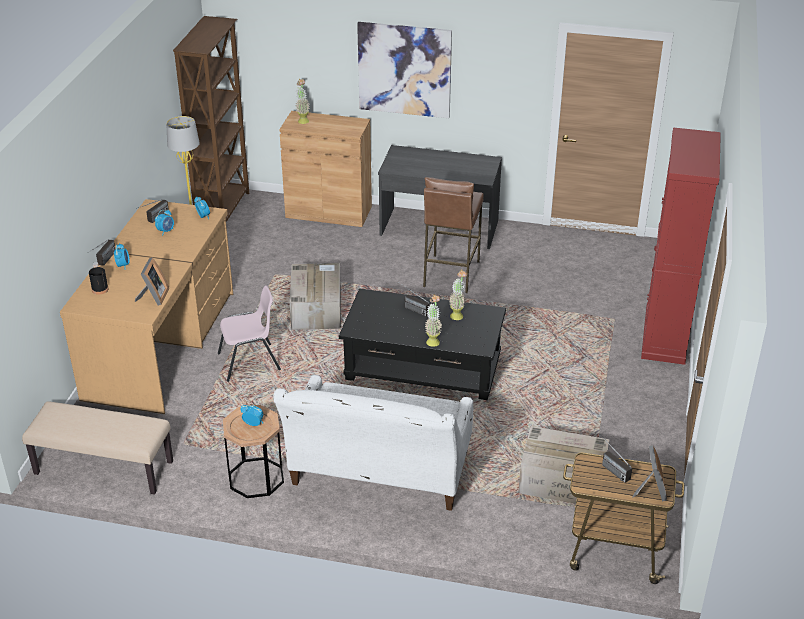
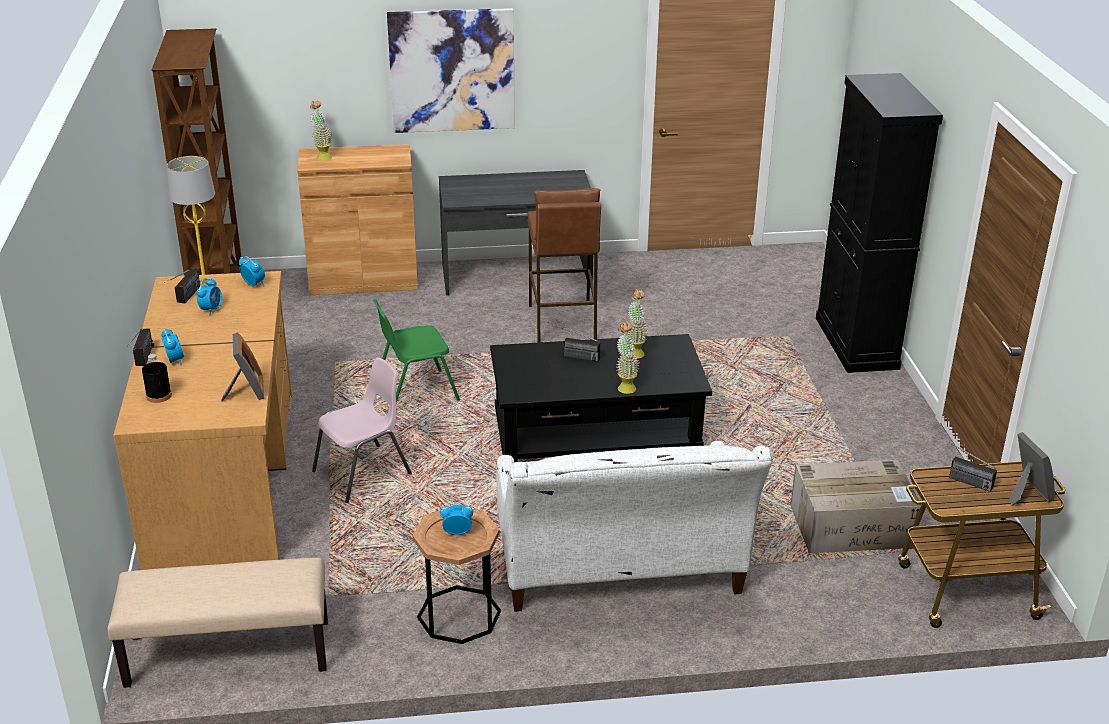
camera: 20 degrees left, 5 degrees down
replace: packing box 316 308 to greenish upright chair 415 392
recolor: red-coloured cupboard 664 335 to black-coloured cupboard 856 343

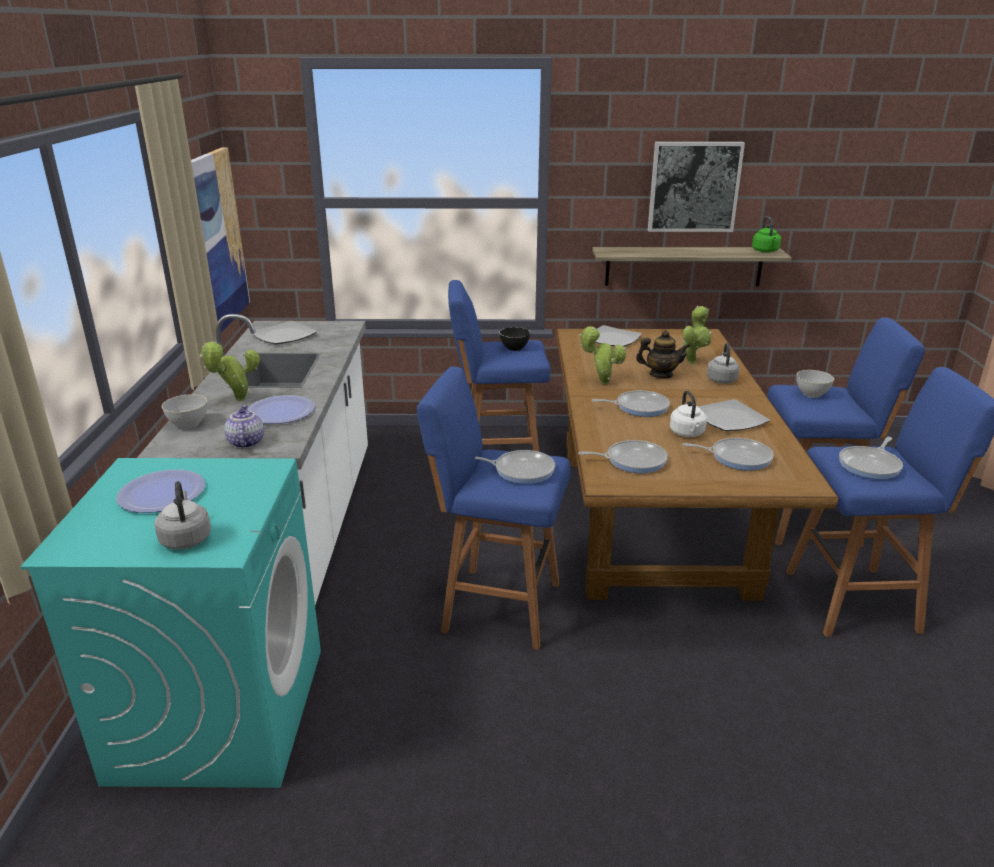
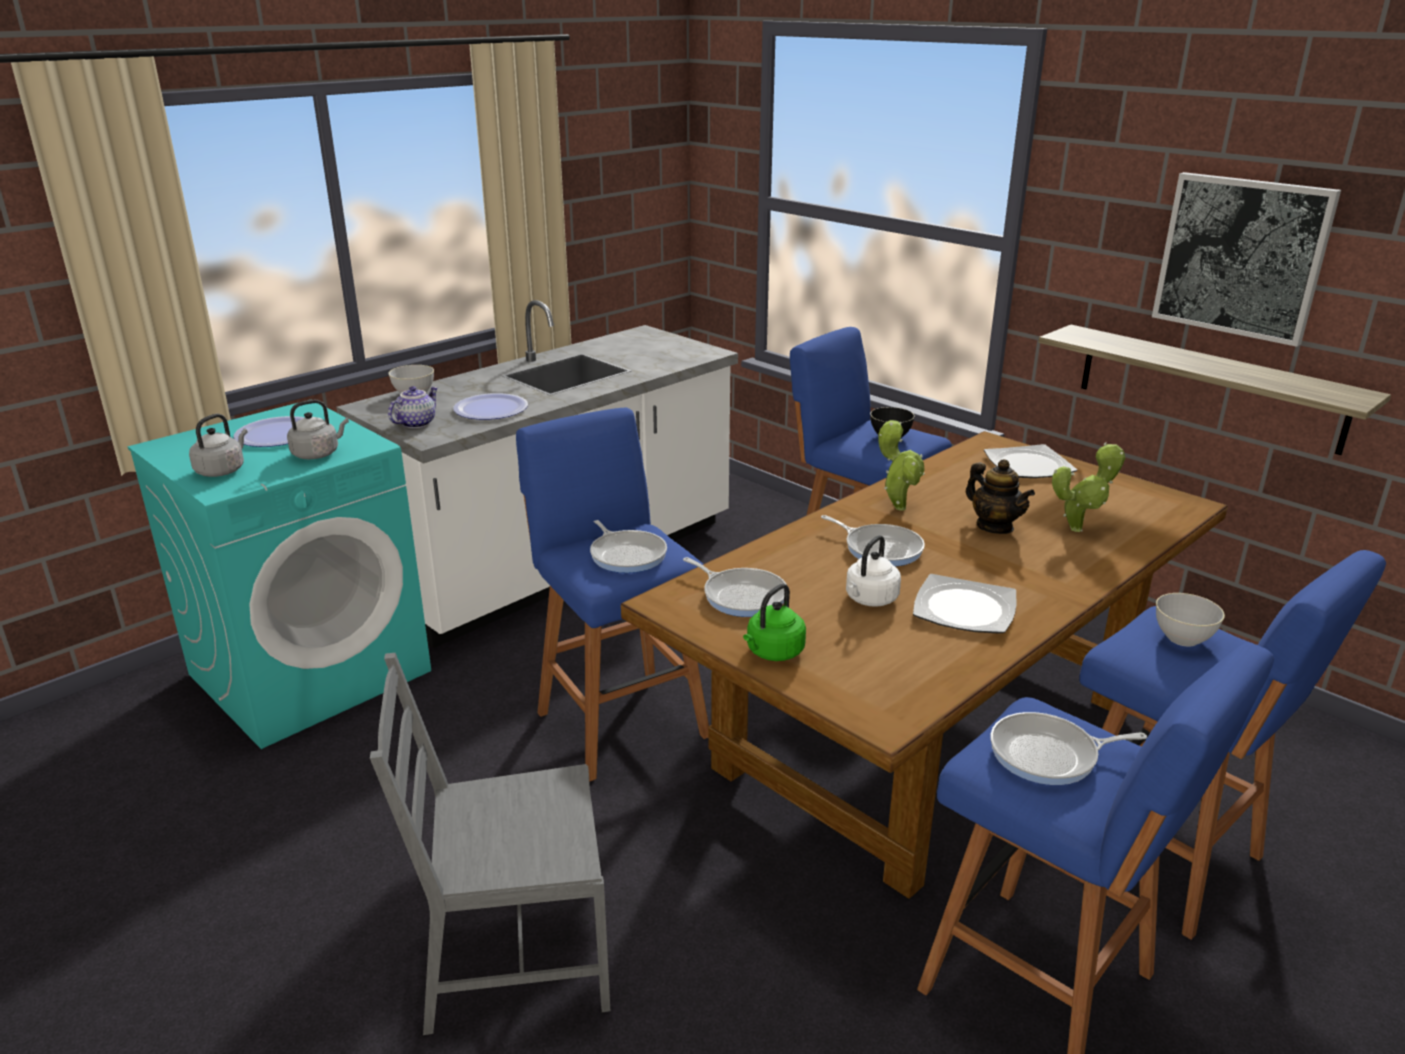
camera: 45 degrees right, 0 degrees up
delete: wall picture 216 240; houseplant 237 400; plate 284 336; frying pan 737 457
insert: greyish upright chair 513 957
move: greyish water kettle 721 379 to 318 454; greenish water kettle 765 251 to 773 652

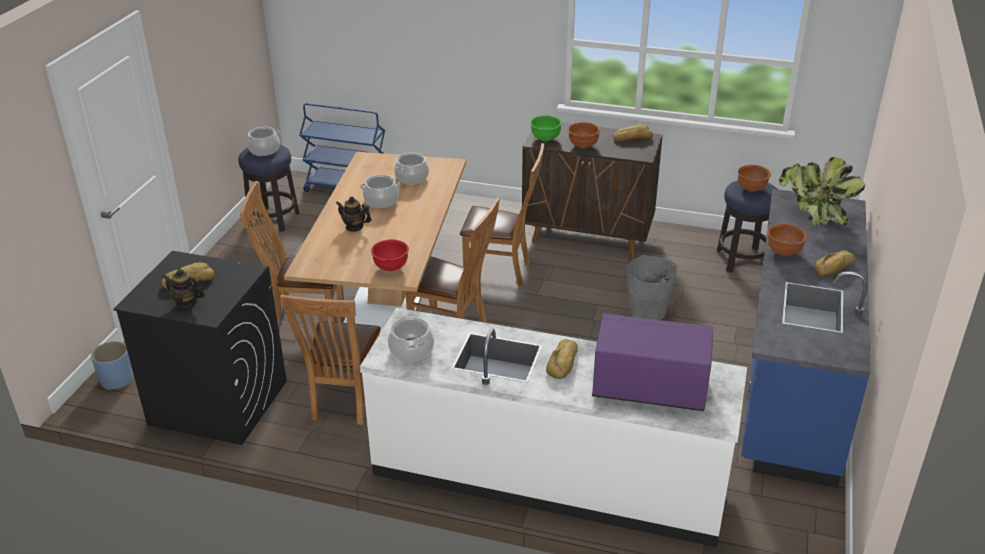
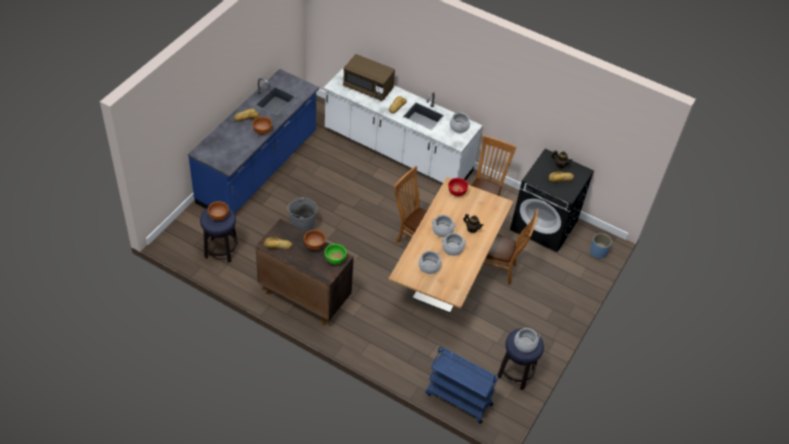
camera: 170 degrees left, 15 degrees up
delete: brown upright chair 502 271; houseplant 813 217
insert: saucepot 442 230
recolor: purplish kitchen microwave 649 388 to brown kitchen microwave 368 88

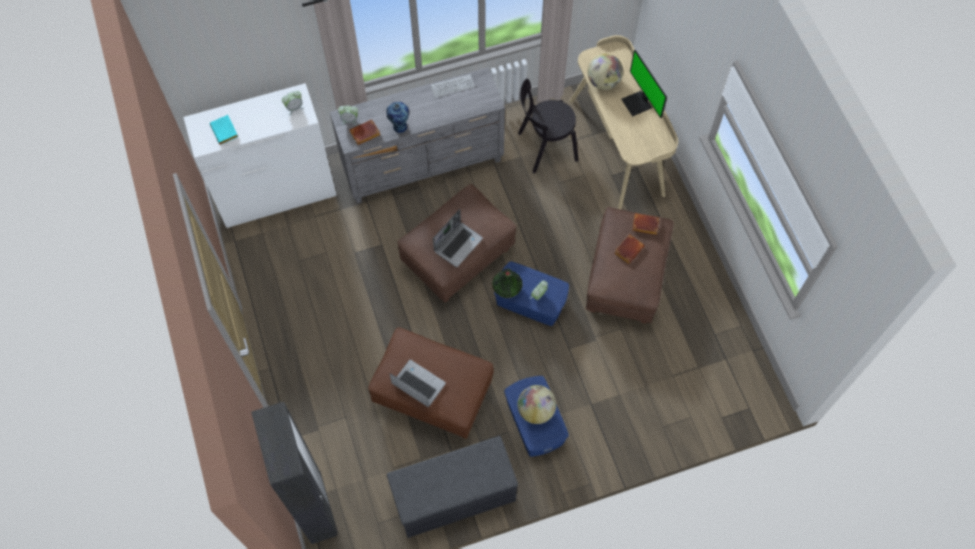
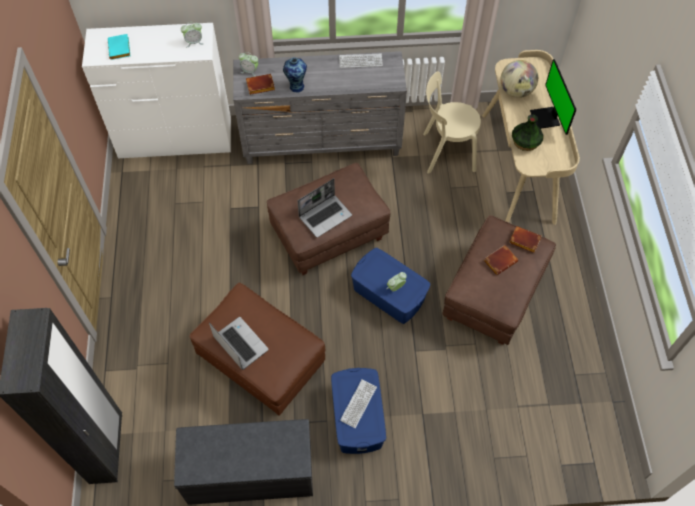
camera: 15 degrees right, 5 degrees down
move: vase 507 288 to 525 143
replace: globe 536 410 to PC keyboard 358 404
recolor: black-coloured upright chair 544 147 to beige upright chair 445 152

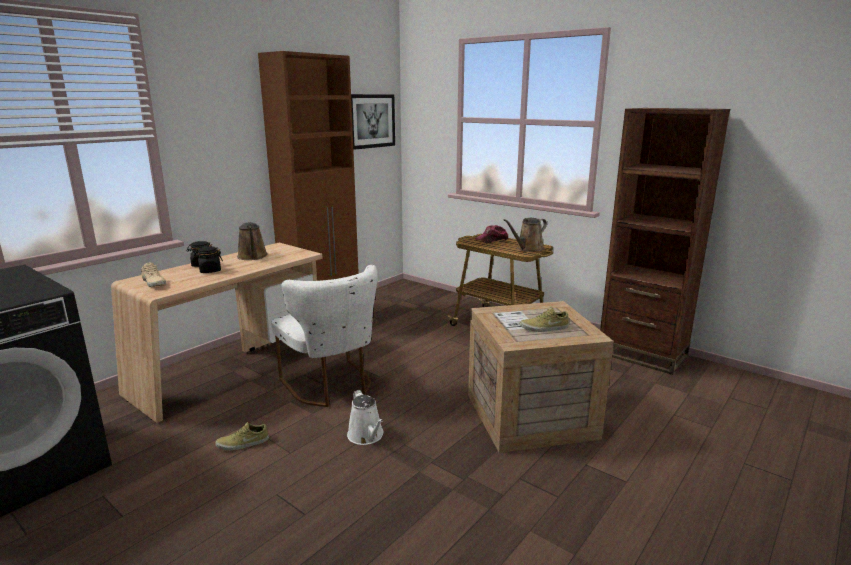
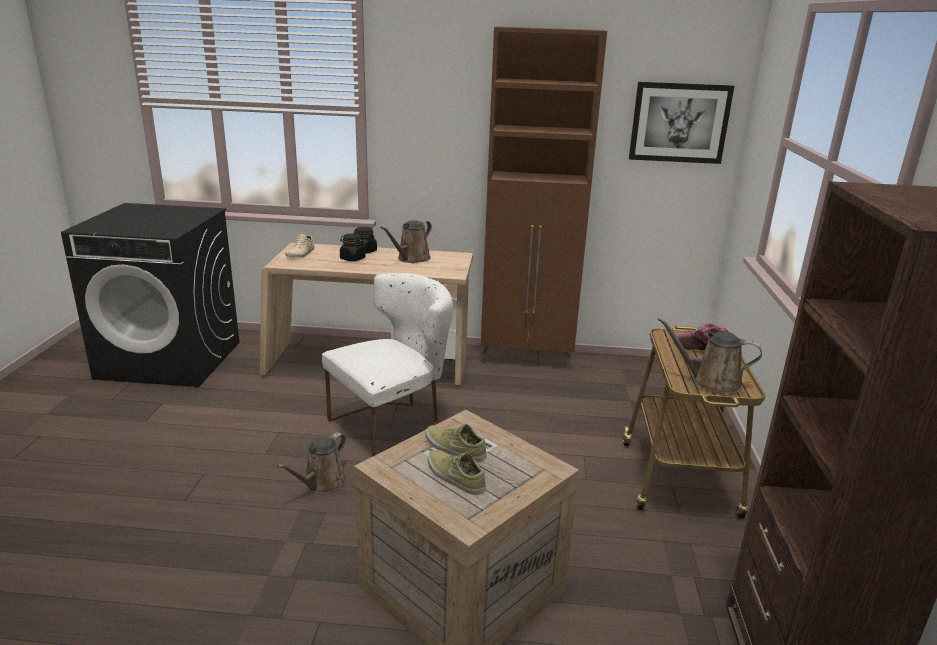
camera: 55 degrees right, 5 degrees up
move: beige item of footwear 243 443 to 454 448
recolor: white-coloured watering pot 367 436 to brown watering pot 322 483
rotate: white-coloured upright chair 332 386 = 393 425 150 degrees counterclockwise

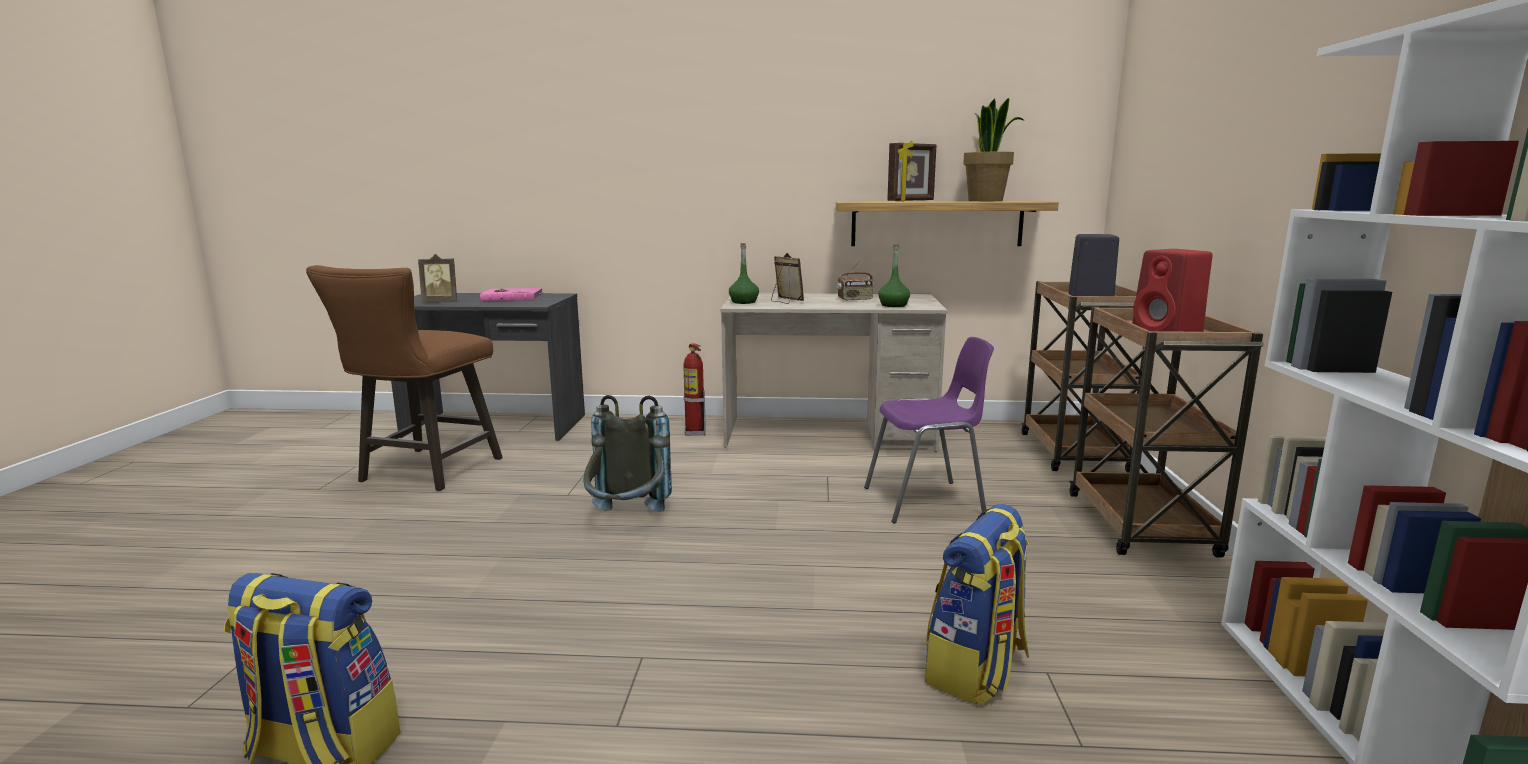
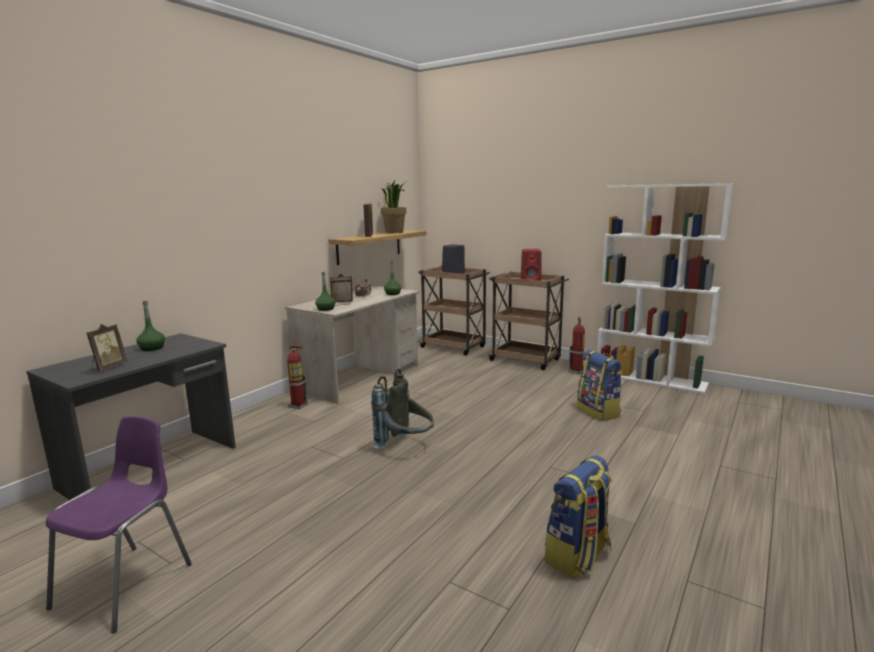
camera: 60 degrees left, 0 degrees up
delete: brown stool 424 473
insert: fire-fighting cylinder 577 371
move: purplish upright chair 927 501 to 127 584
replace: pink bound book 512 297 to greenish bottle 152 348

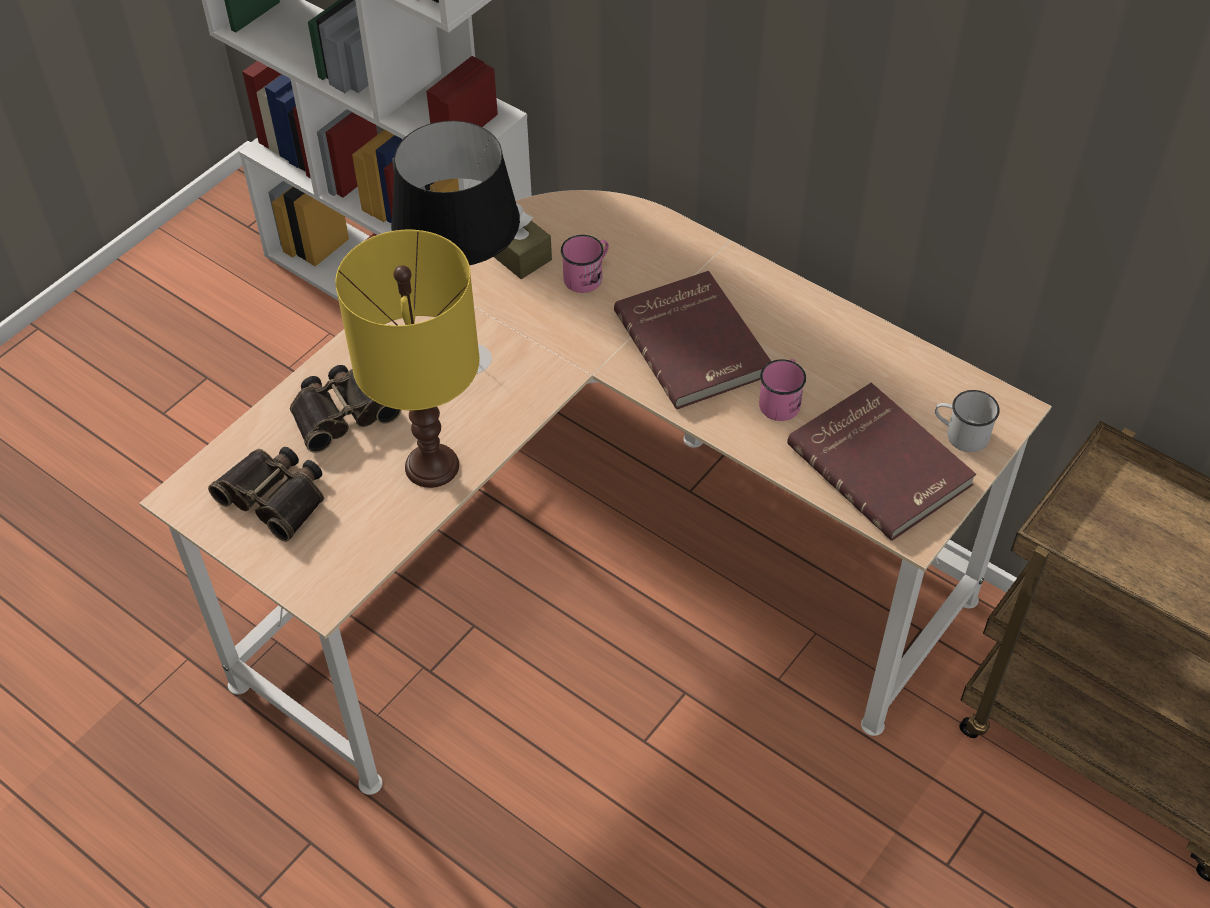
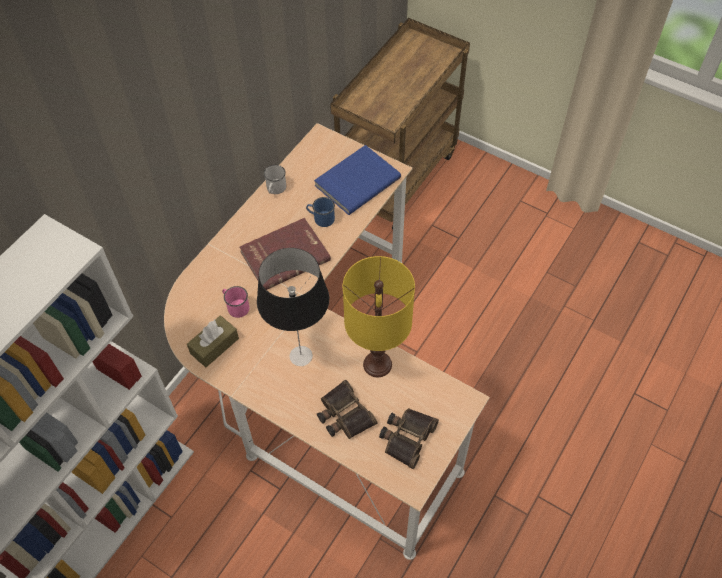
camera: 95 degrees left, 5 degrees up
move: white-coloured tea mug 960 434 to 275 189
recolor: pink tea mug 781 400 to blue-coloured tea mug 321 218; red-coloured bound book 881 463 to blue-coloured bound book 356 181

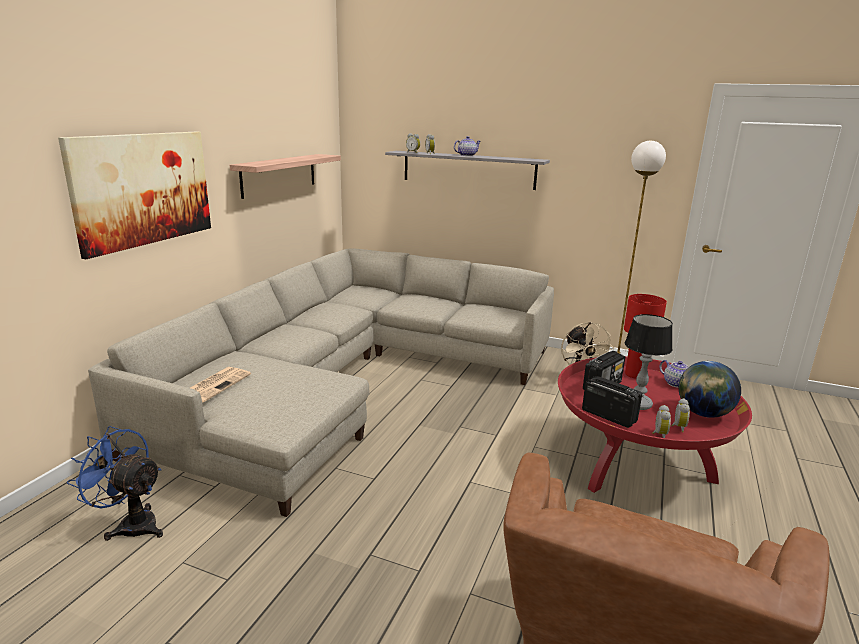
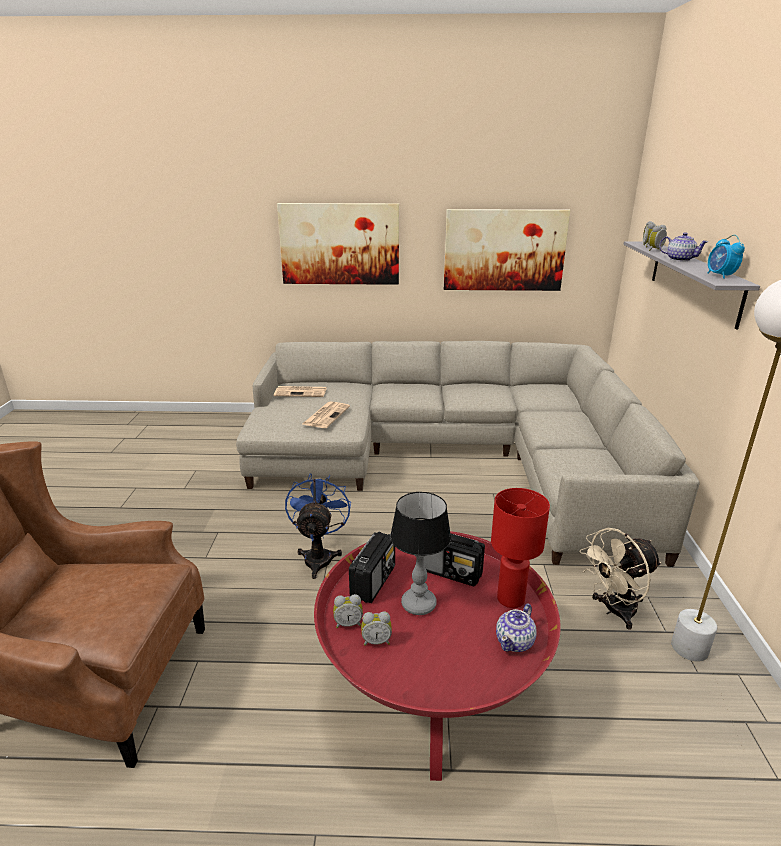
camera: 70 degrees right, 5 degrees up
delete: globe 703 413
insert: newspaper 326 415; alarm clock 720 276
move: blue-coloured electric fan 131 524 to 319 556
replace: shelf 279 174 to wall picture 504 250

